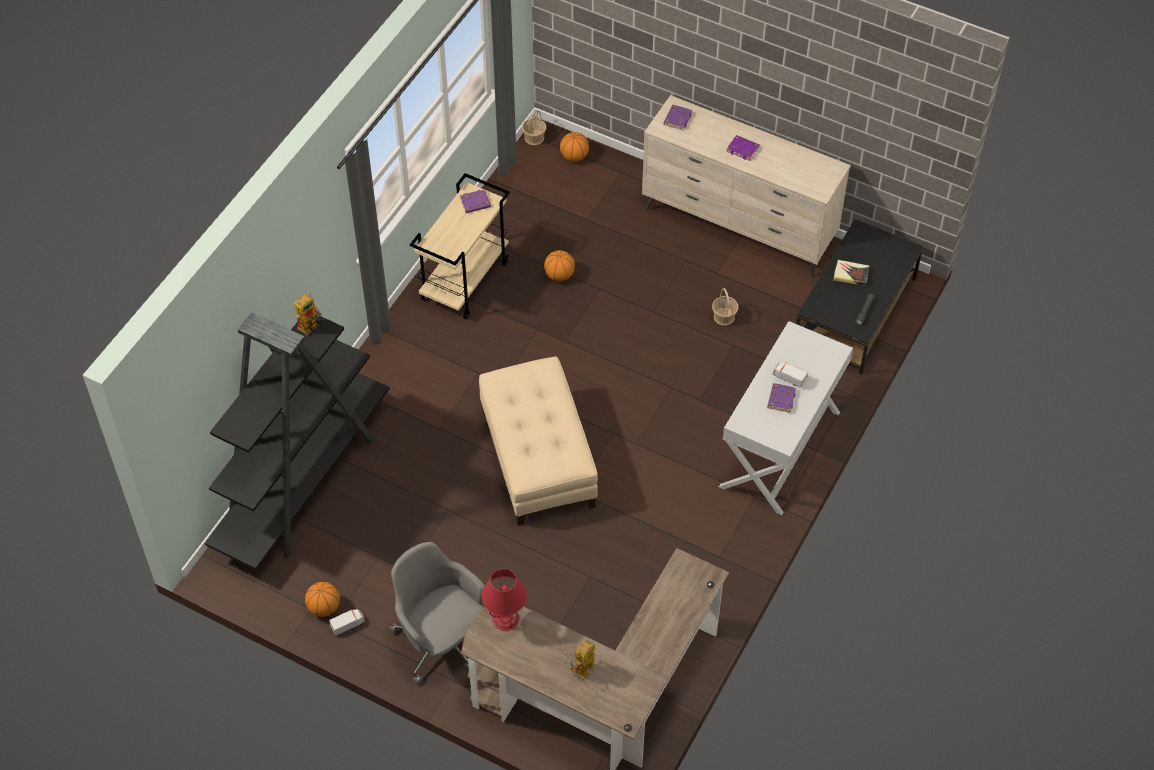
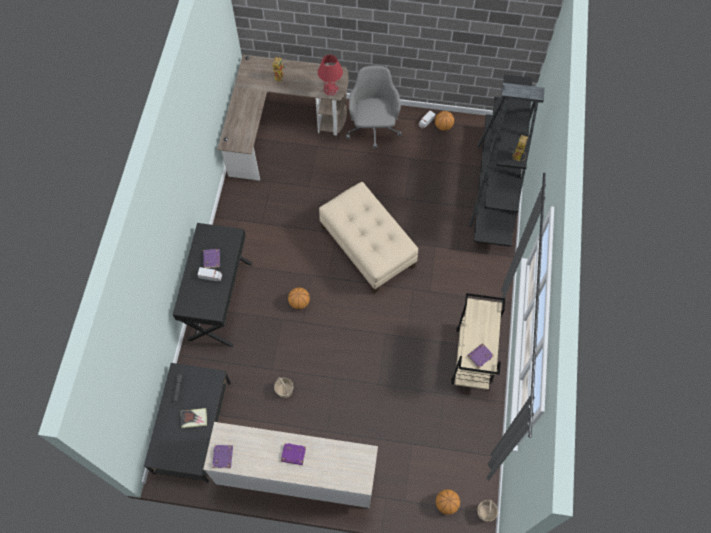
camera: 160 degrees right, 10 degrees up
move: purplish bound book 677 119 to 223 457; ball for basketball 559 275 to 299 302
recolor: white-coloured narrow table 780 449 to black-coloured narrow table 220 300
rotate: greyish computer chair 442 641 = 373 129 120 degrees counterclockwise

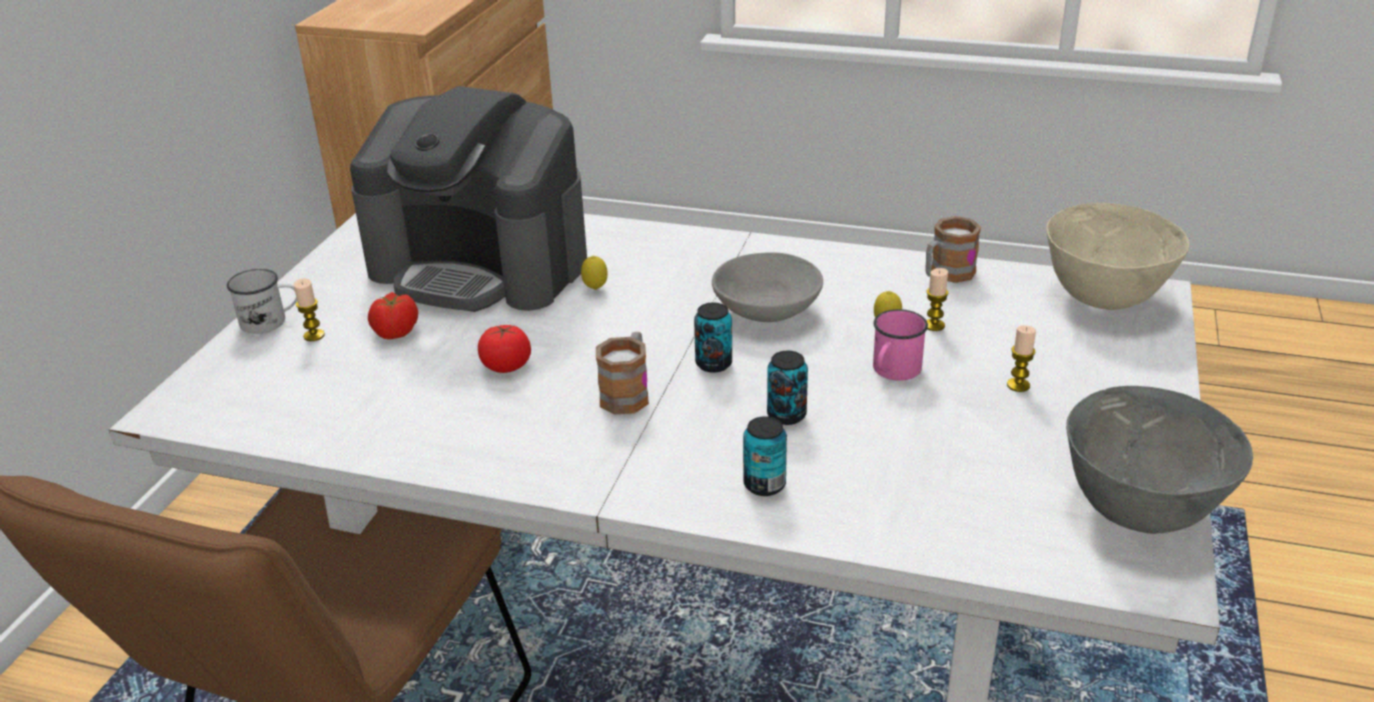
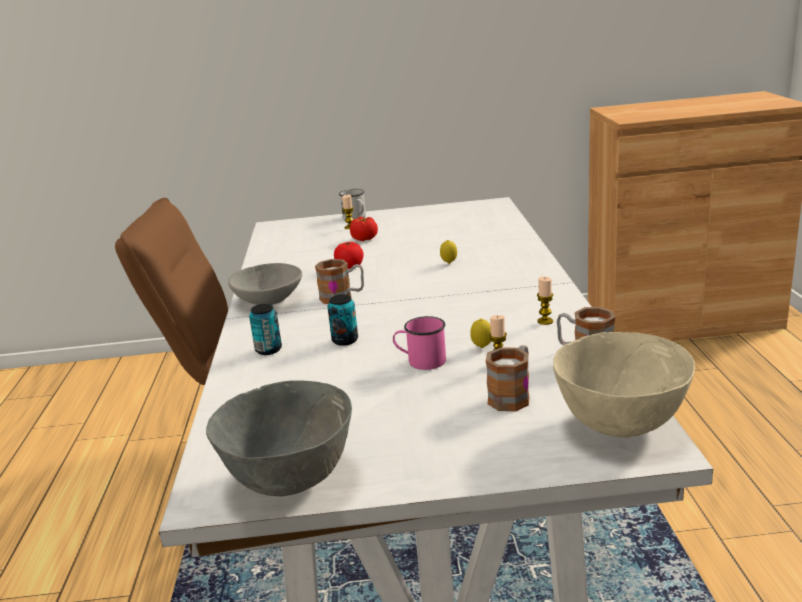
camera: 70 degrees right, 10 degrees down
delete: coffee machine 481 266; metal can 713 364
insert: tea mug 513 395
move: greyish deep dish 766 311 to 269 300; candle 1018 385 to 545 321

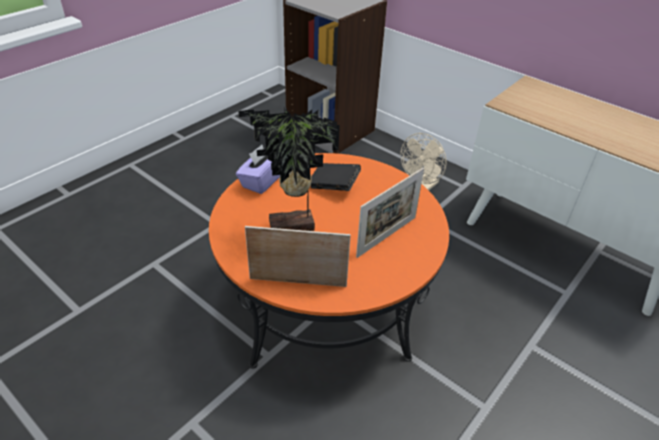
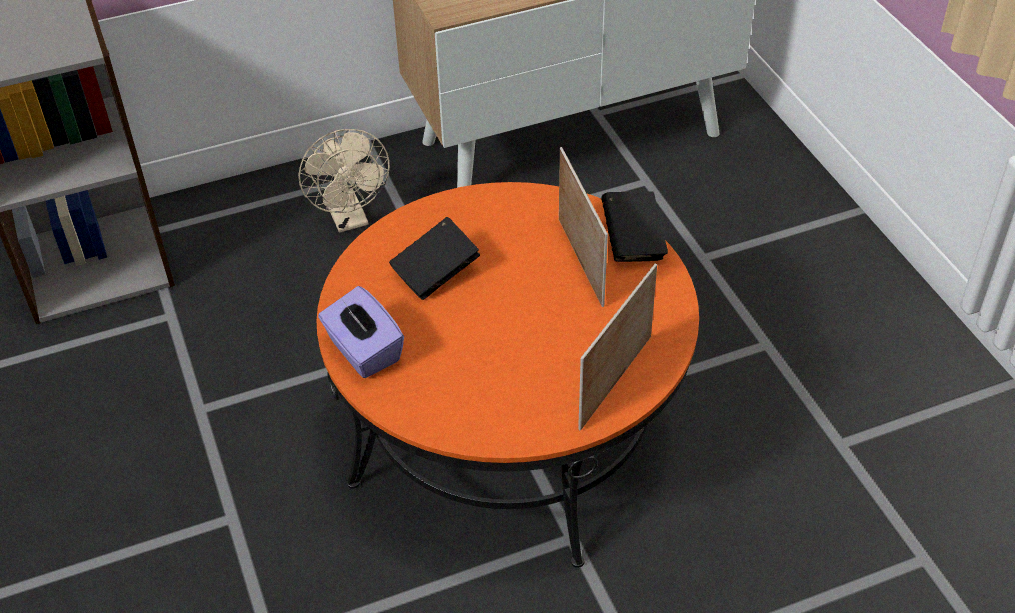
camera: 60 degrees left, 5 degrees up
delete: houseplant 293 228
insert: black-coloured bound book 633 241

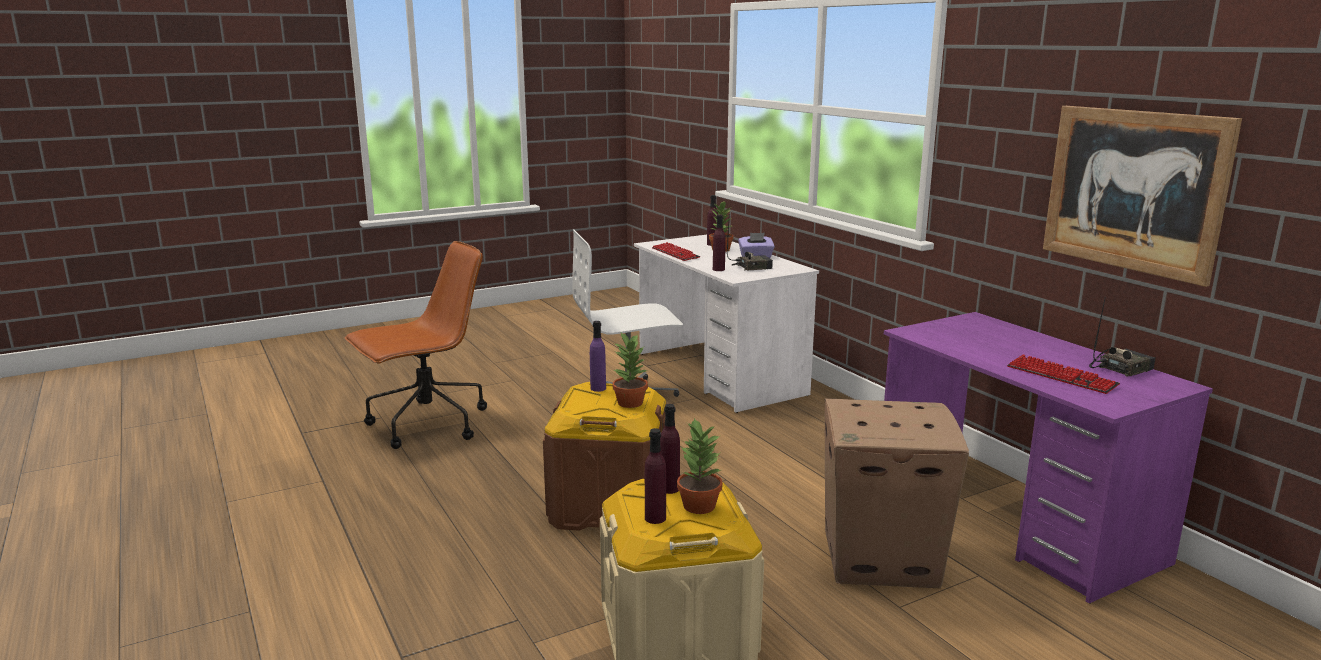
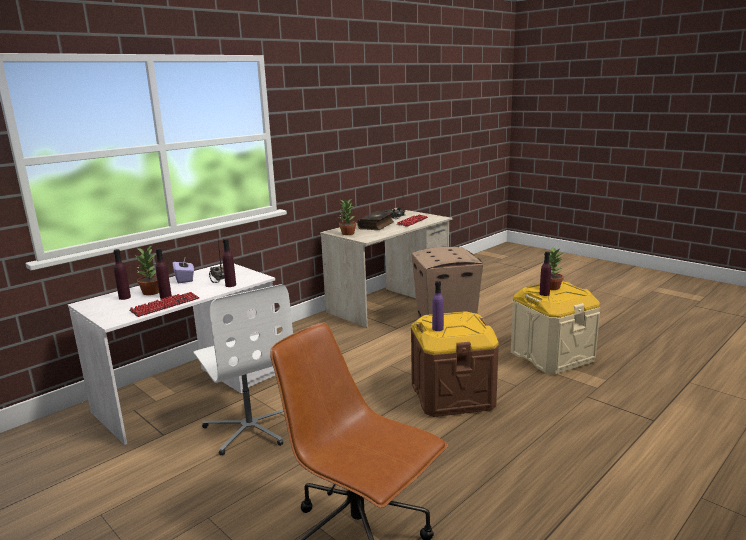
camera: 105 degrees left, 0 degrees up
delete: wall picture 1133 190
insert: bound book 377 225
move: purplish bottle 655 518 to 165 296; houseplant 630 402 to 347 233
recolor: purplish desk unit 1013 519 to beige desk unit 389 302

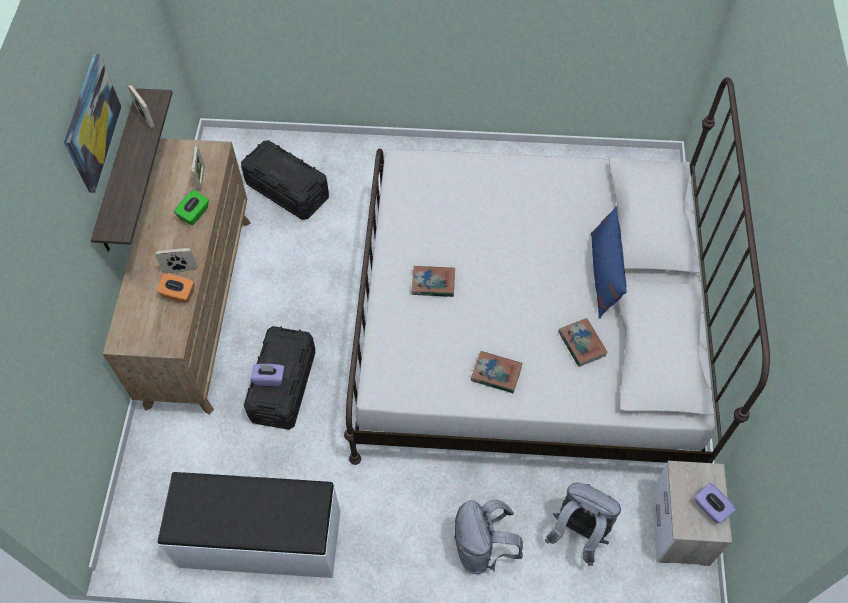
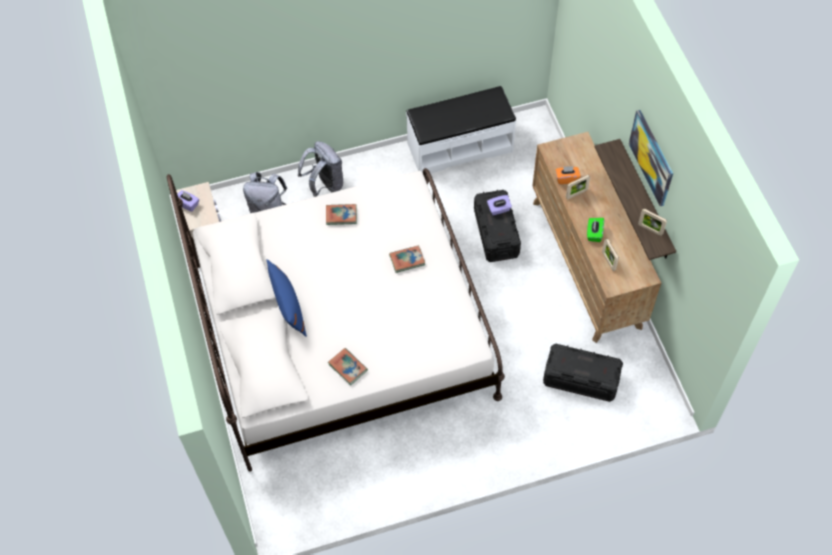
camera: 160 degrees right, 0 degrees up
move: bound book 581 344 to 348 367

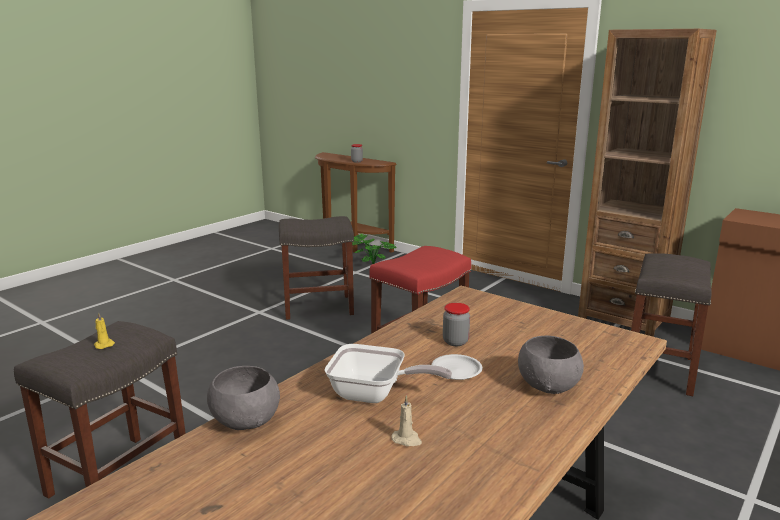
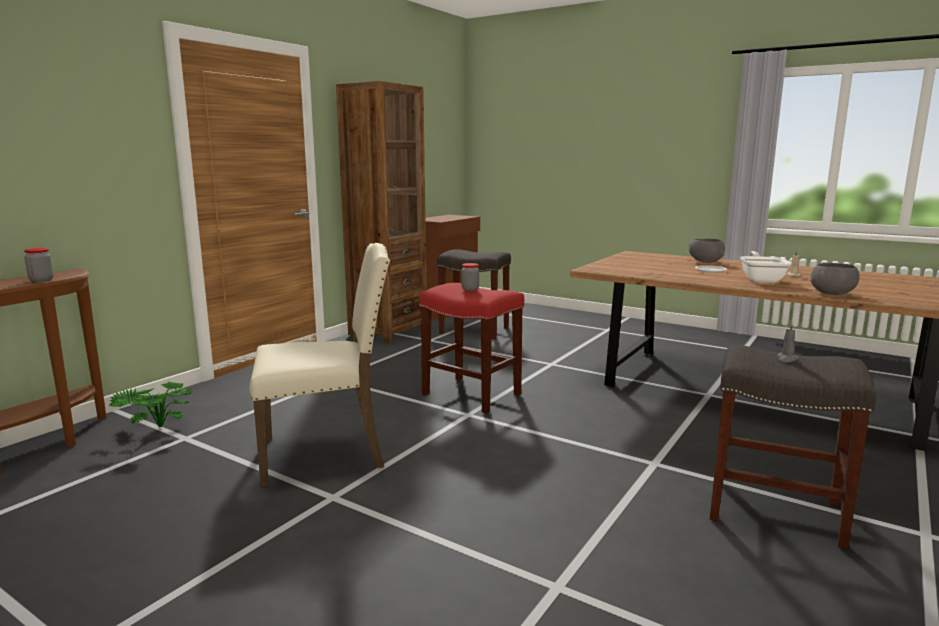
camera: 95 degrees left, 5 degrees down
move: jar 455 342 to 470 289
replace: greyish stool 317 307 to beige upright chair 326 453
recolor: yellow-coloured candle 103 345 to greyish candle 786 359

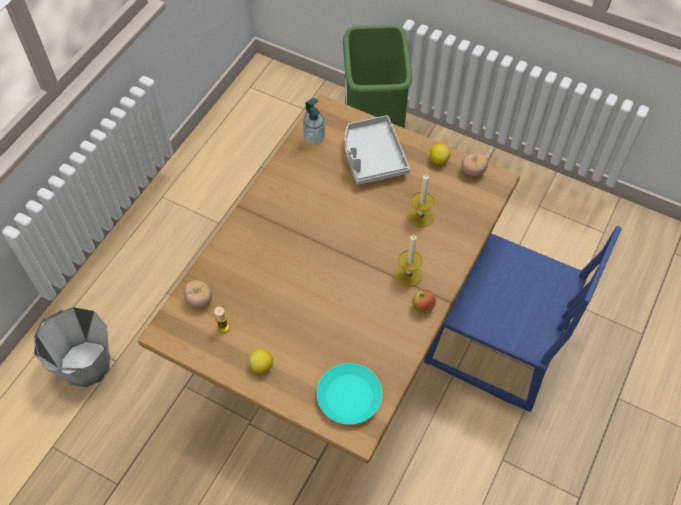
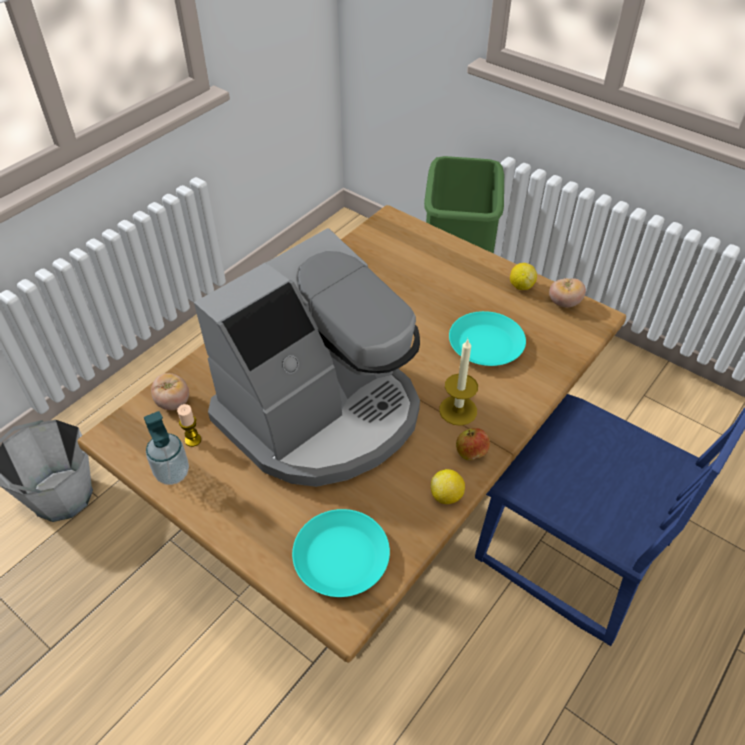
camera: 10 degrees right, 10 degrees down
delete: greyish tray 372 157
insert: coffee machine 322 414
move: soap dispenser 314 138 to 172 473; whole lemon 262 366 to 446 496
replace: candle 420 216 to blue-green plate 486 344

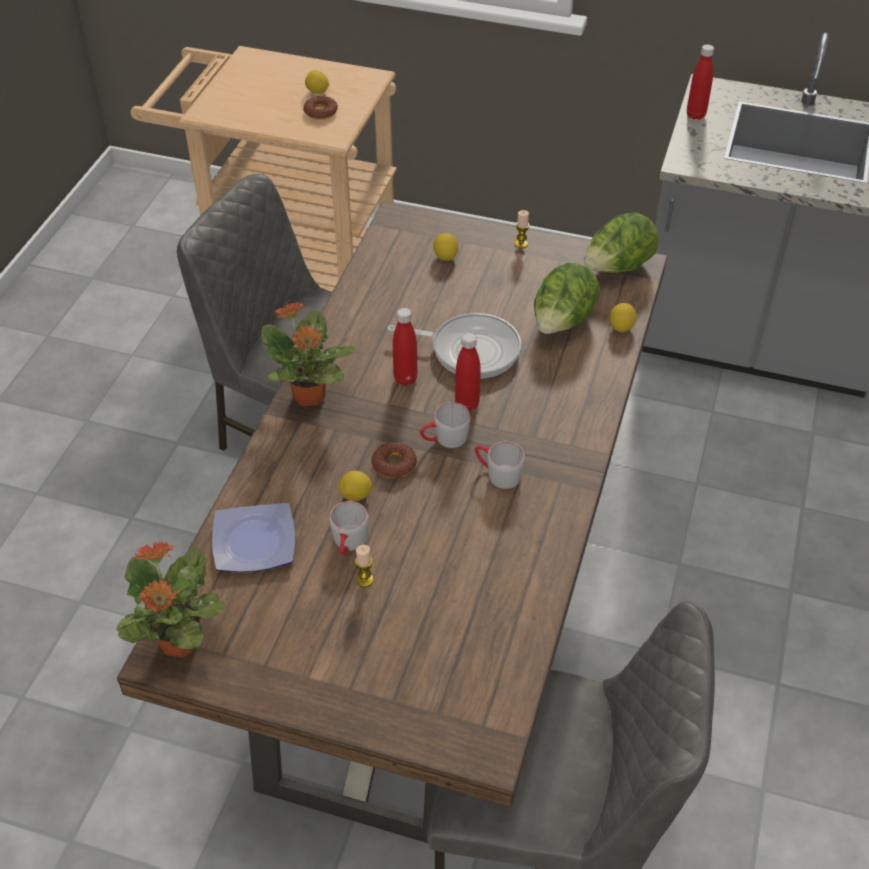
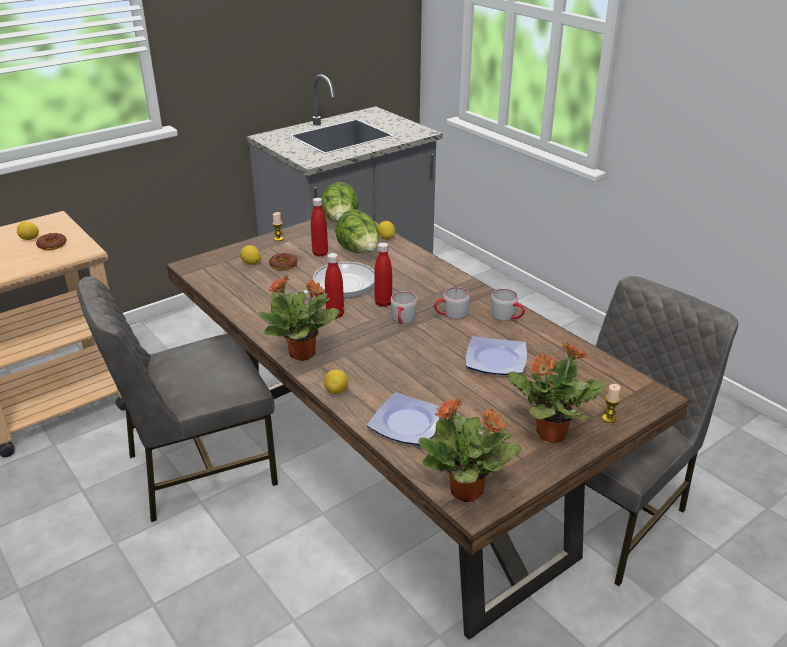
camera: 55 degrees left, 15 degrees down
insert: plate 494 360; houseplant 549 434
move: donut 394 464 to 283 265; red-coloured bottle 695 115 to 320 253; whole lemon 356 495 to 336 391; greyish tea mug 349 544 to 508 317; candle 365 580 to 608 418

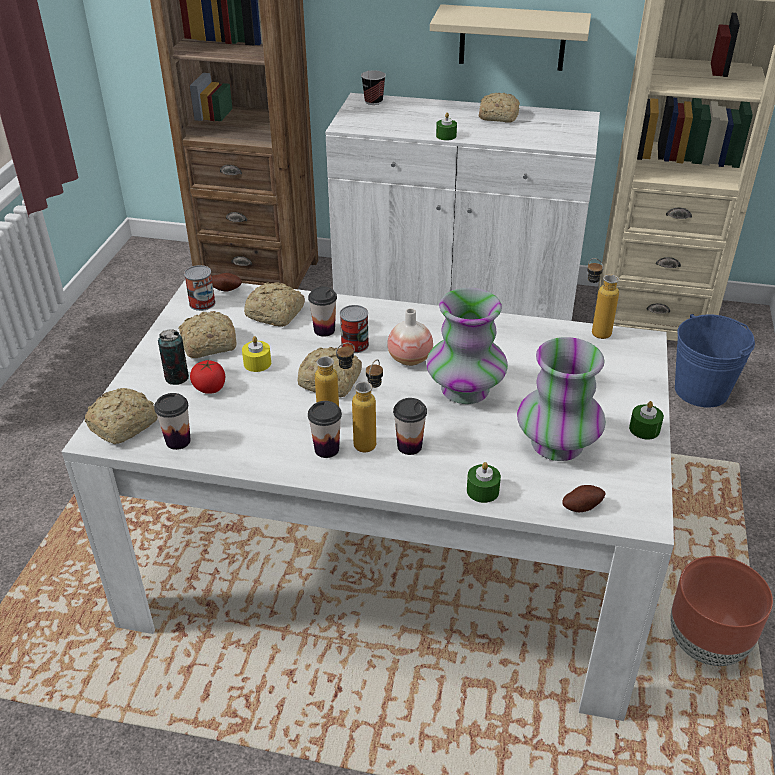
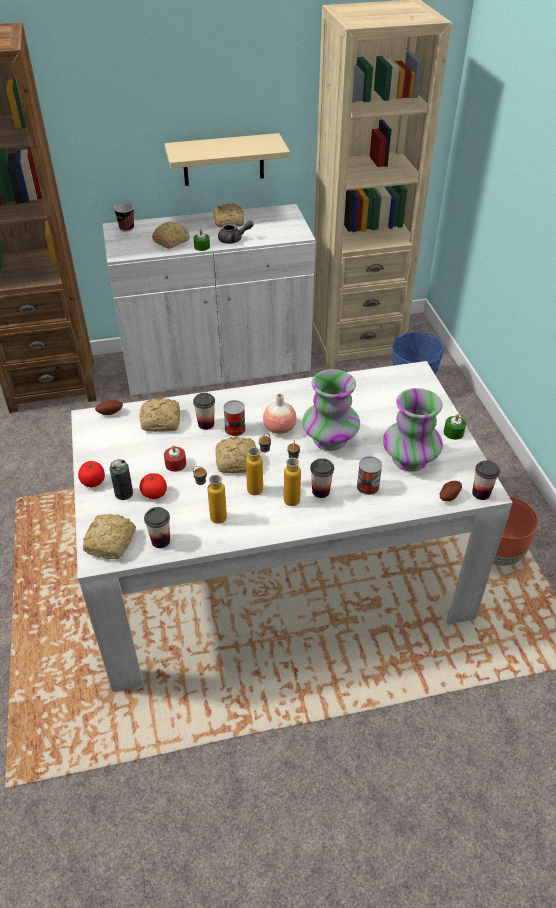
camera: 25 degrees left, 5 degrees up
delete: greenish candle 482 491
insert: tomato 93 481; greyish tea pot 234 240
move: baked bread 207 345 to 170 242; bottle 594 330 to 211 516; metal can 202 303 to 368 486; small cup 326 449 to 481 493
recolor: yellow-coloured candle 257 363 to red-coloured candle 175 464

